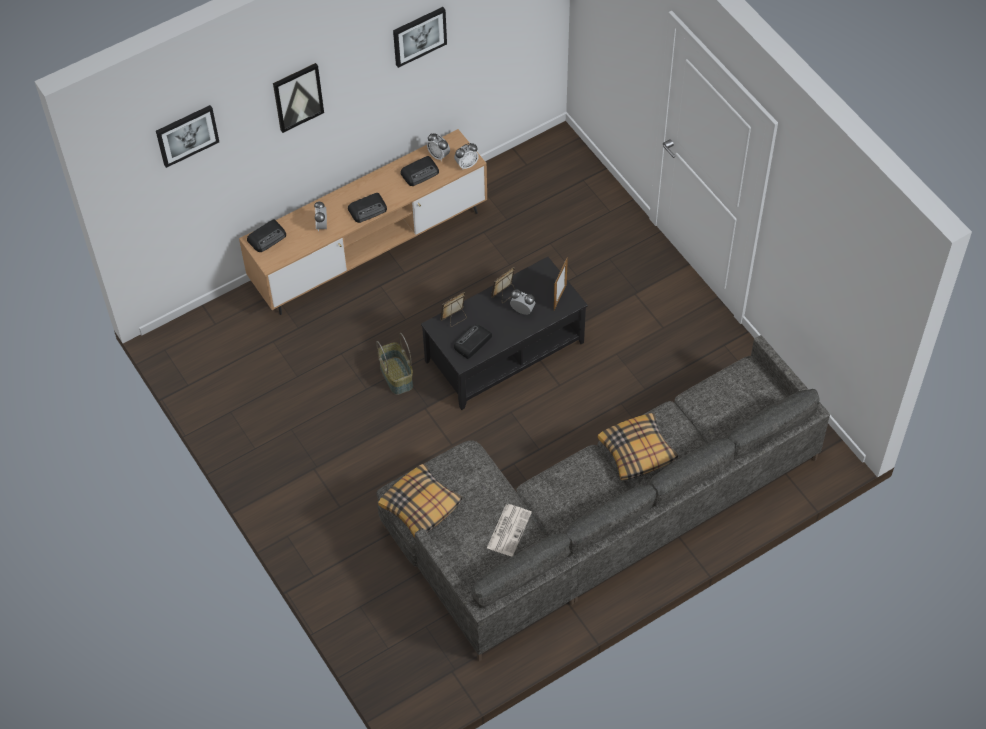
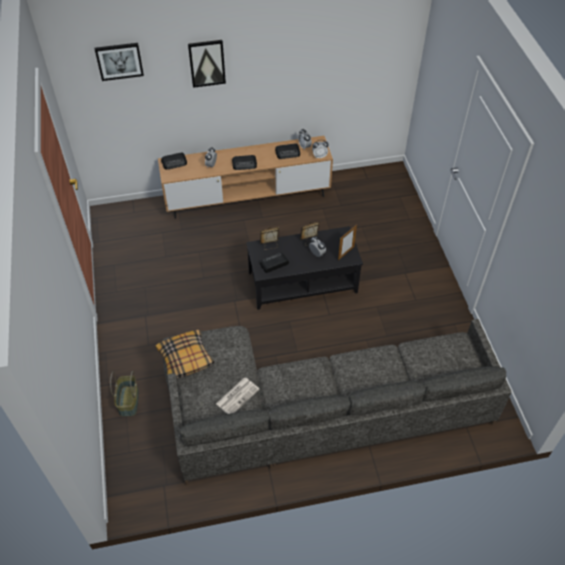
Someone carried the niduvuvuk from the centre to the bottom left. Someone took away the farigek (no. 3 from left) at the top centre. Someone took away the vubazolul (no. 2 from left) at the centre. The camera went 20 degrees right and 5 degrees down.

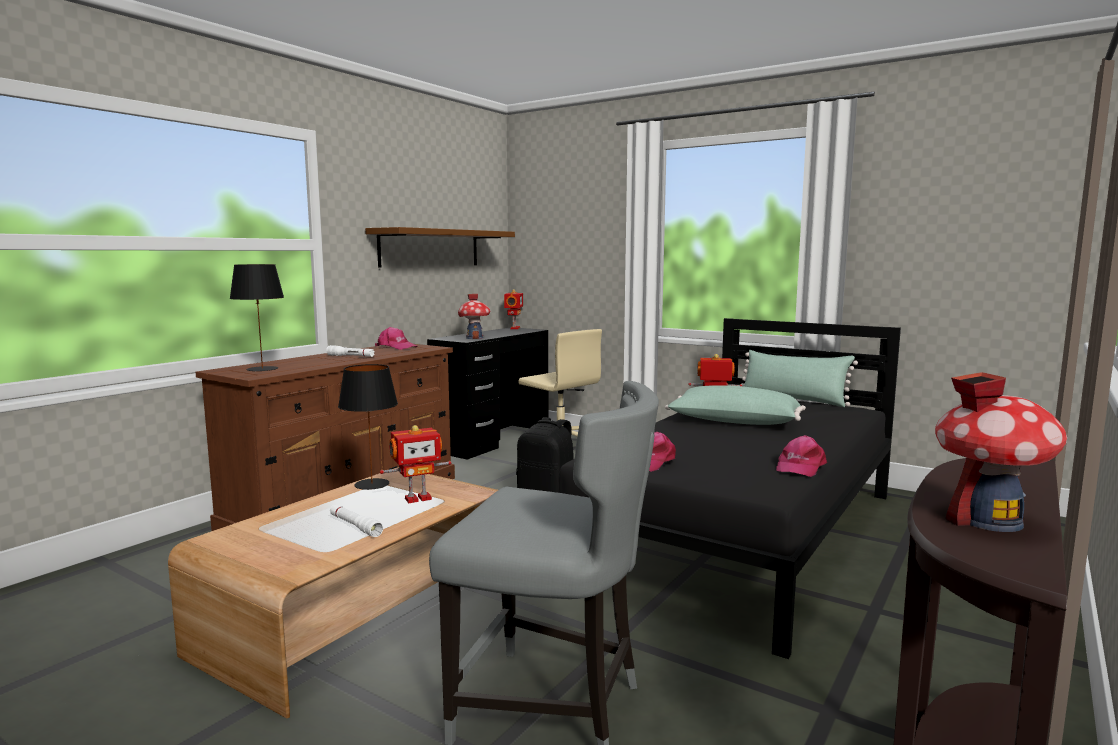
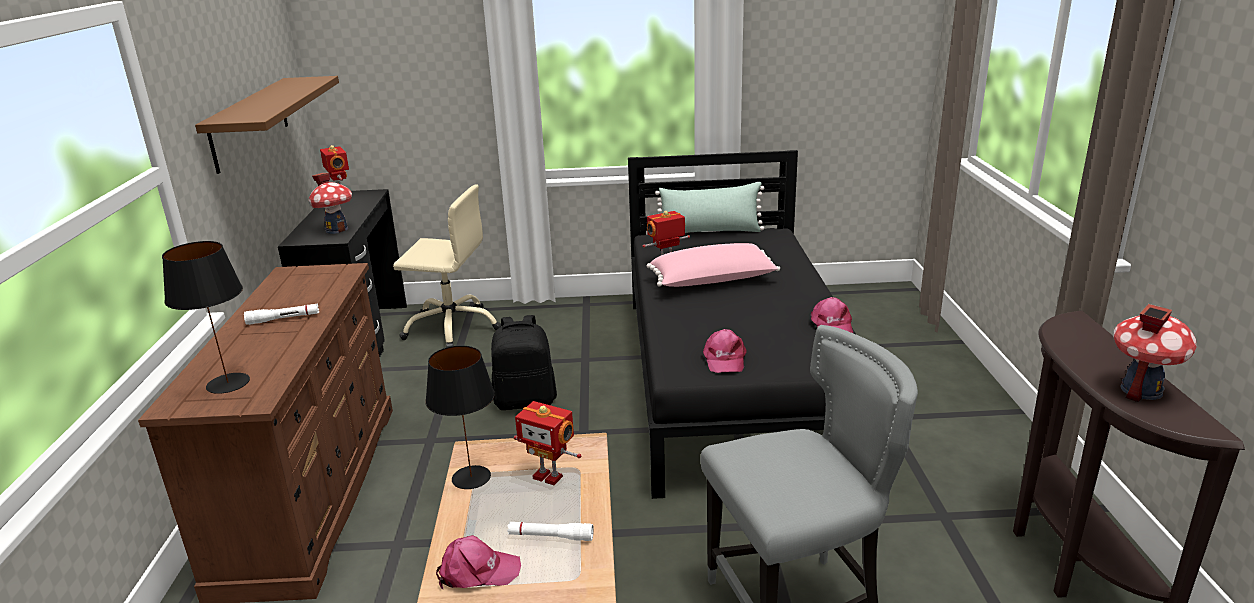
Someone carried the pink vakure (no. 1 from left) from the centre to the bottom centre. Someone rotated the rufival (no. 1 from left in the first image) at the centre by 90 degrees clockwise. Someone repainted the green vubazolul (no. 1 from left) at the centre, which became the pink vubazolul at the centre. The camera went 35 degrees left and 15 degrees up.

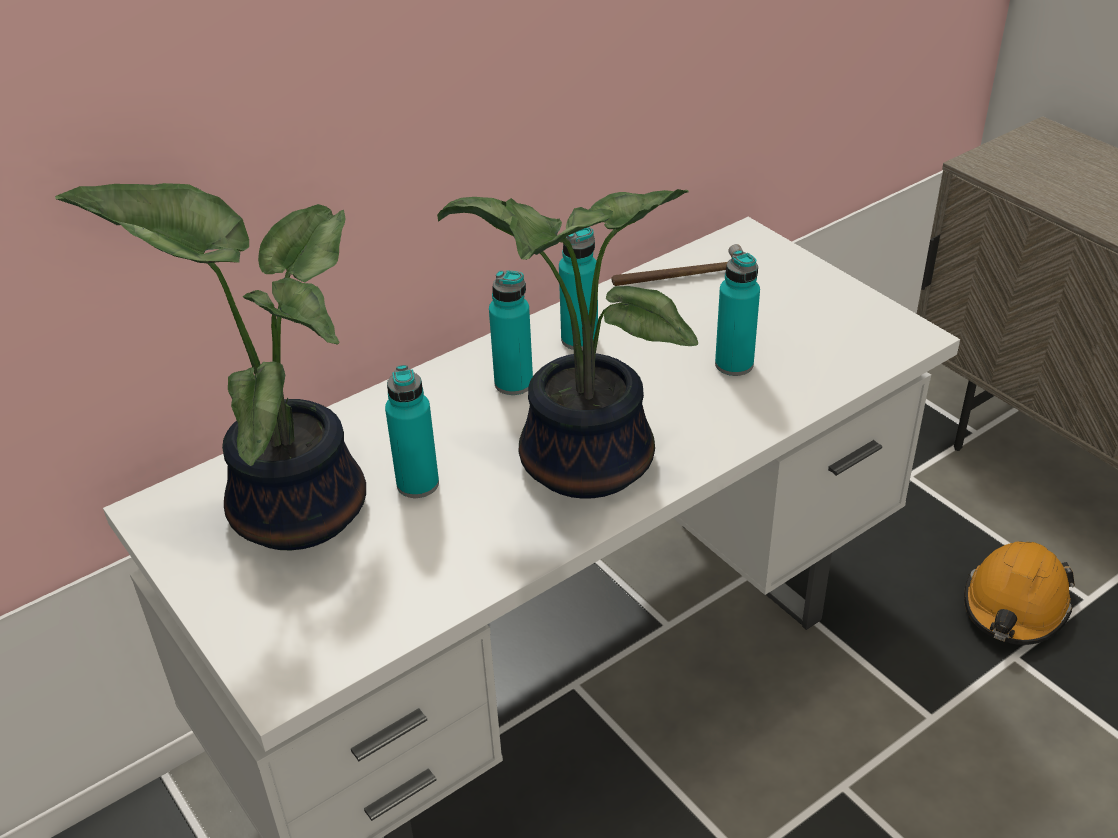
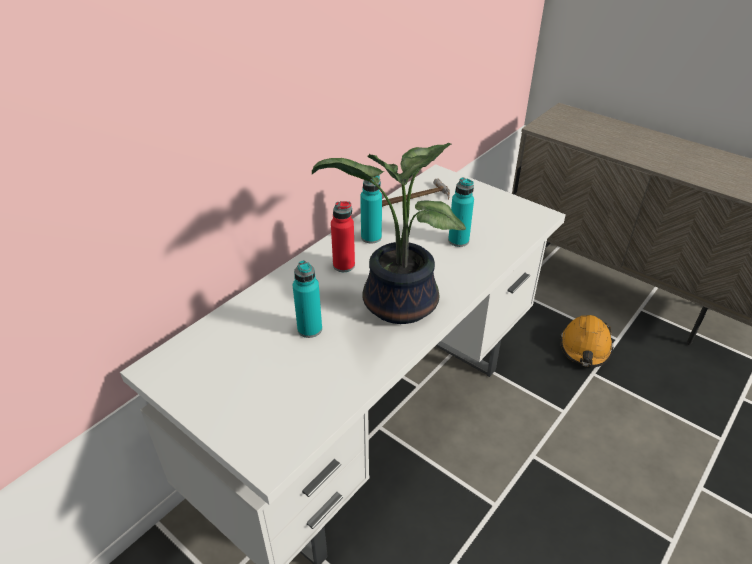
Someone repainted the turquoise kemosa (no. 2 from left) at the centre, which became the red kemosa at the centre. Someone took away the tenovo (no. 1 from left) at the middle left. The camera went 15 degrees left and 0 degrees up.

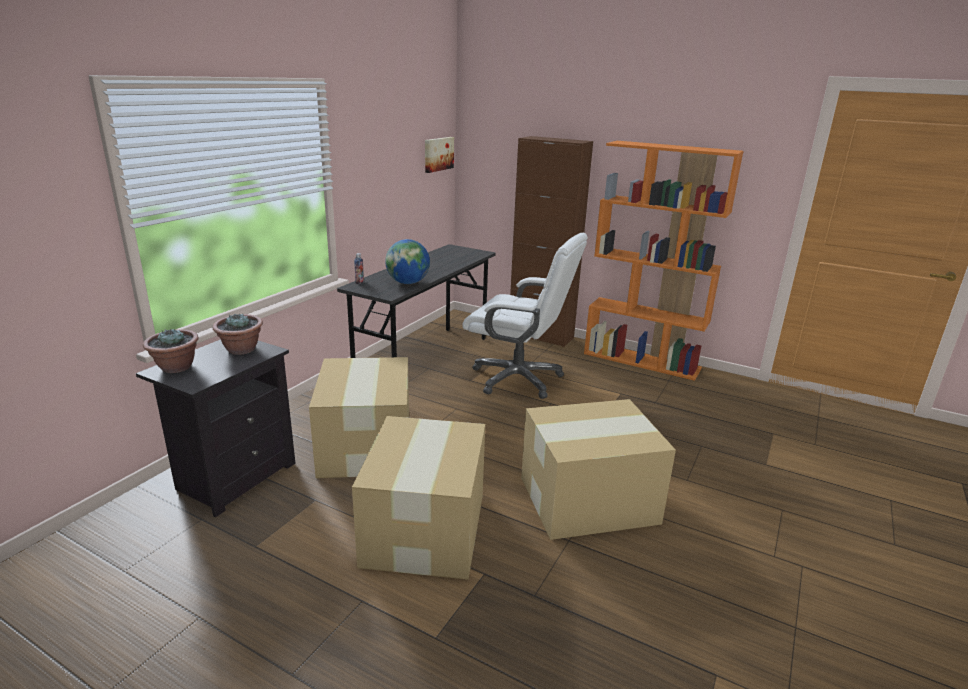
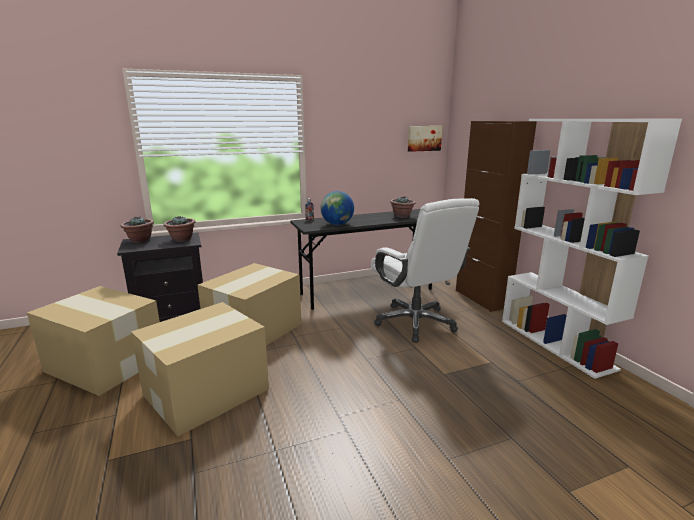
Someone carried the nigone (no. 3 from left in the first image) from the bottom centre to the middle left. Someone put down the tenovo (no. 3 from left) at the centre. Someone repainted the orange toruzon at the middle right, which became the white toruzon at the middle right. The camera went 40 degrees right and 5 degrees down.

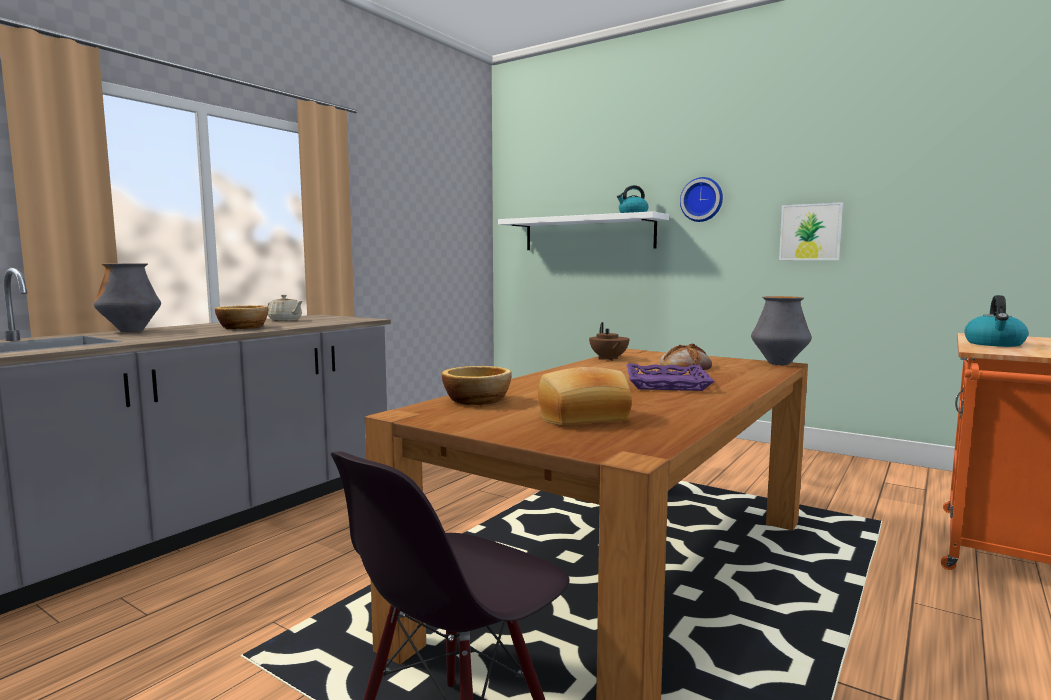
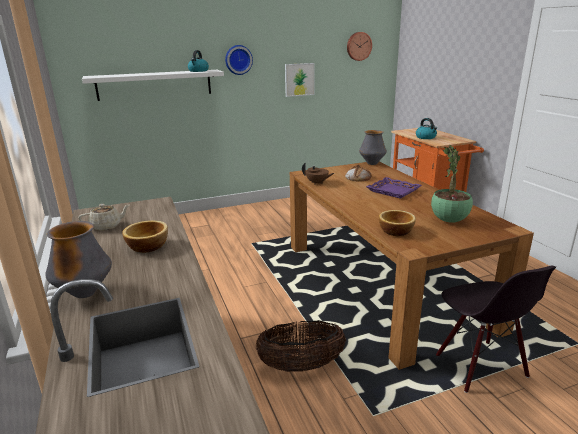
Someone put down the niduvuvuk at the bottom centre. Someone put up the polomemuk (no. 2 from left) at the top centre. Someone swapped the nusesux (no. 1 from left) at the centre for the tenovo at the middle right. The camera went 55 degrees left and 15 degrees up.

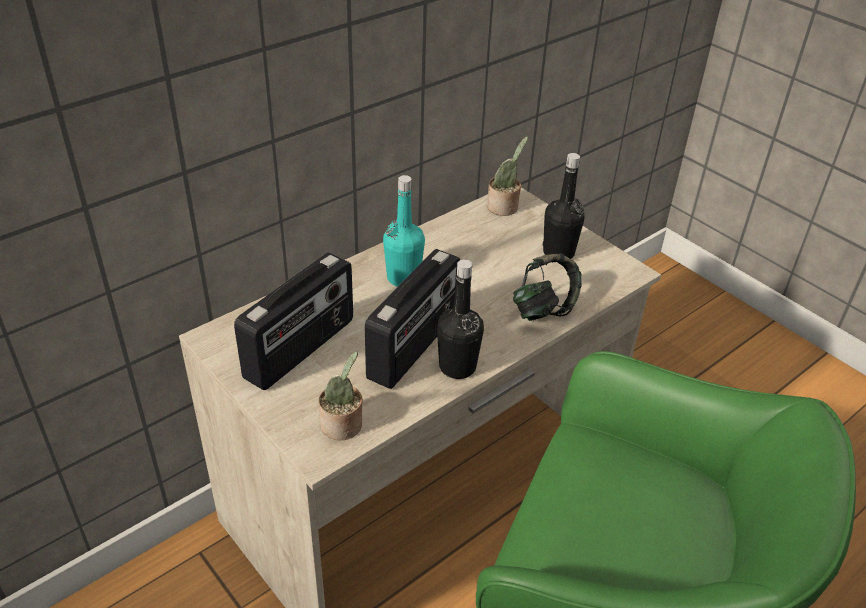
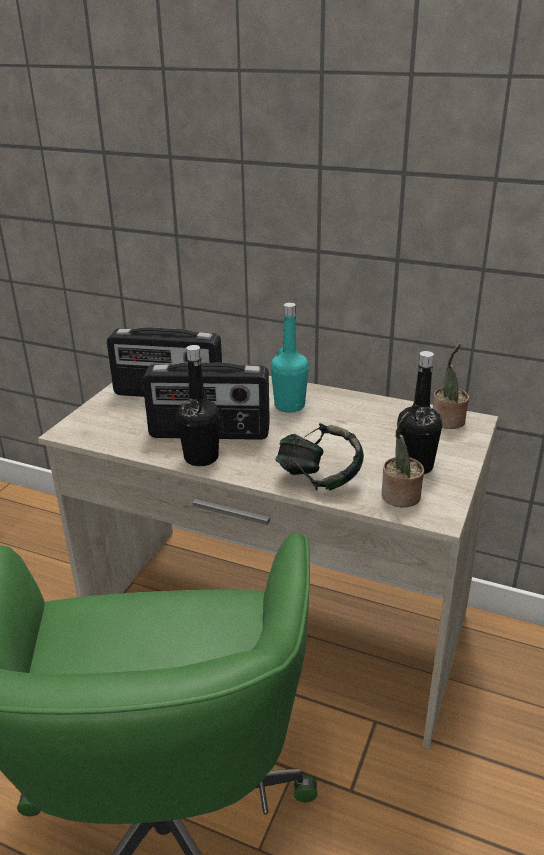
Someone carried the tenovo (no. 1 from left) from the centre to the middle right. The camera went 65 degrees right and 10 degrees down.

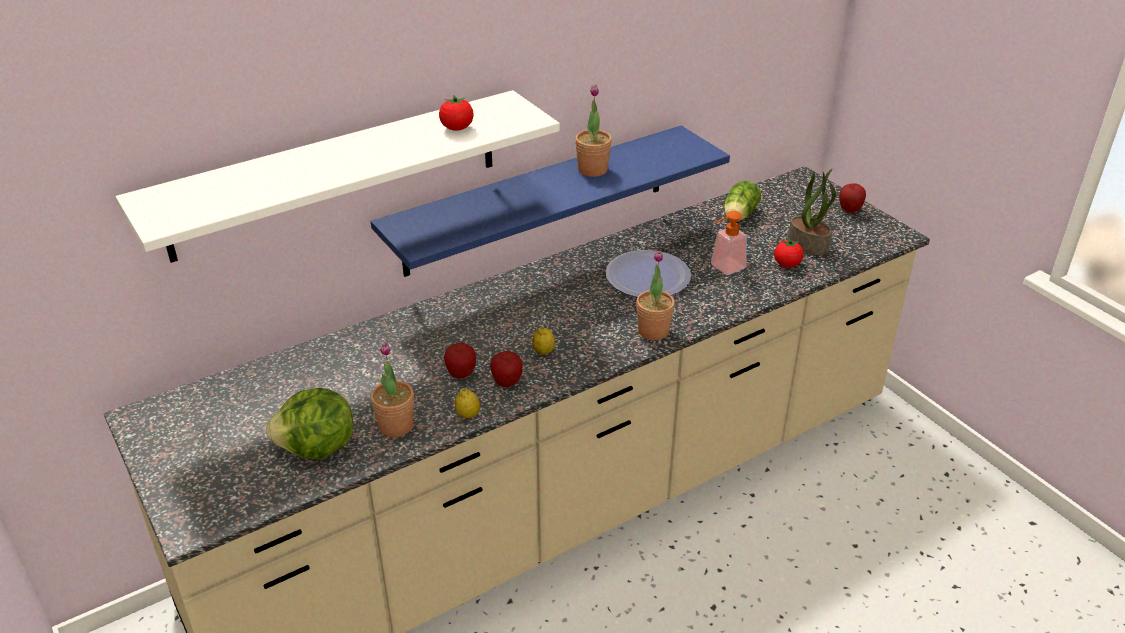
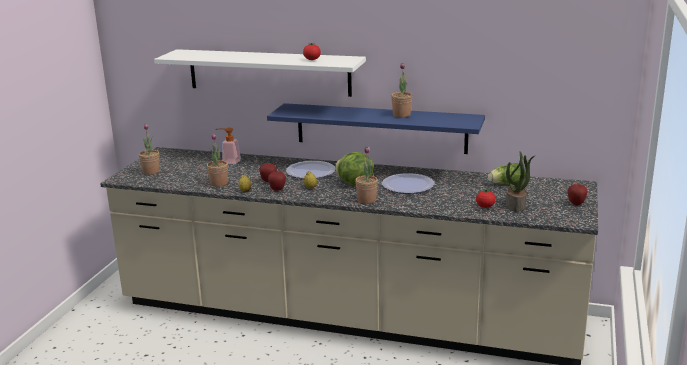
Someone put down the tenovo (no. 1 from left) at the middle left. Someone carried the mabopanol from the centre to the middle left. Someone put down the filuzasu (no. 1 from left) at the centre. Someone carried the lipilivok (no. 1 from left) from the bottom left to the centre. The camera went 50 degrees right and 15 degrees down.

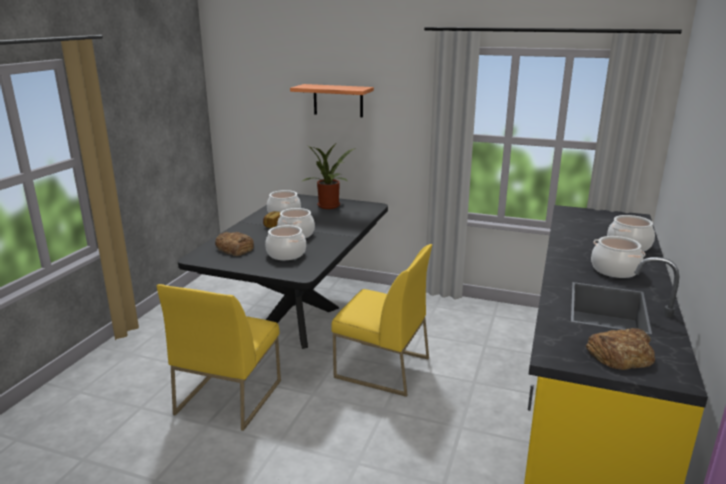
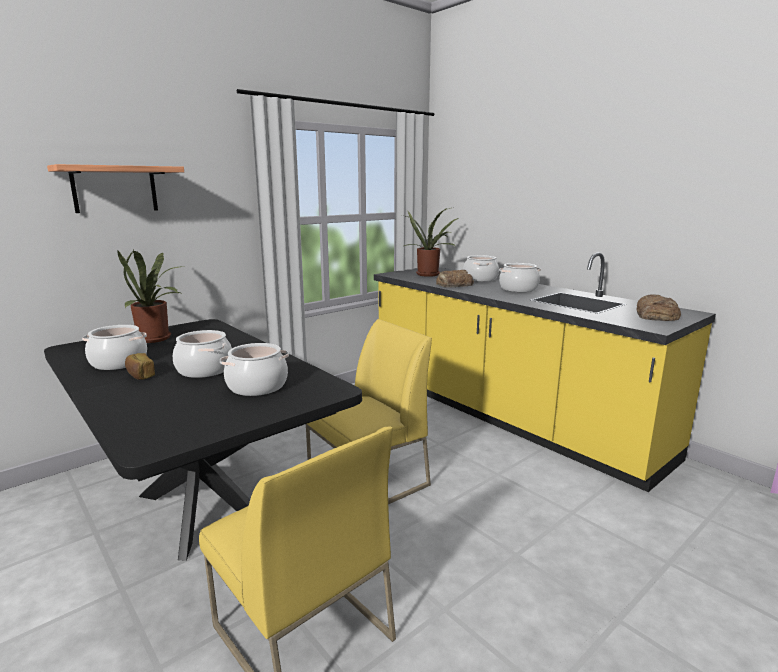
Someone put down the tenovo (no. 2 from left) at the centre. Someone carried the nusesux (no. 1 from left in the first image) from the middle left to the centre. The camera went 60 degrees left and 5 degrees down.

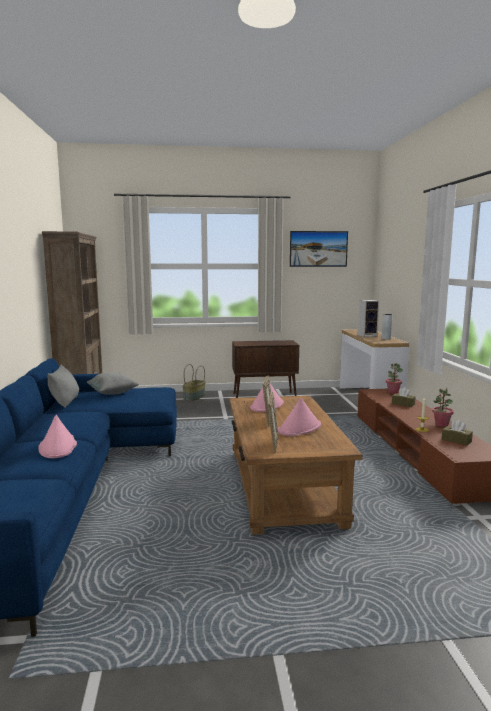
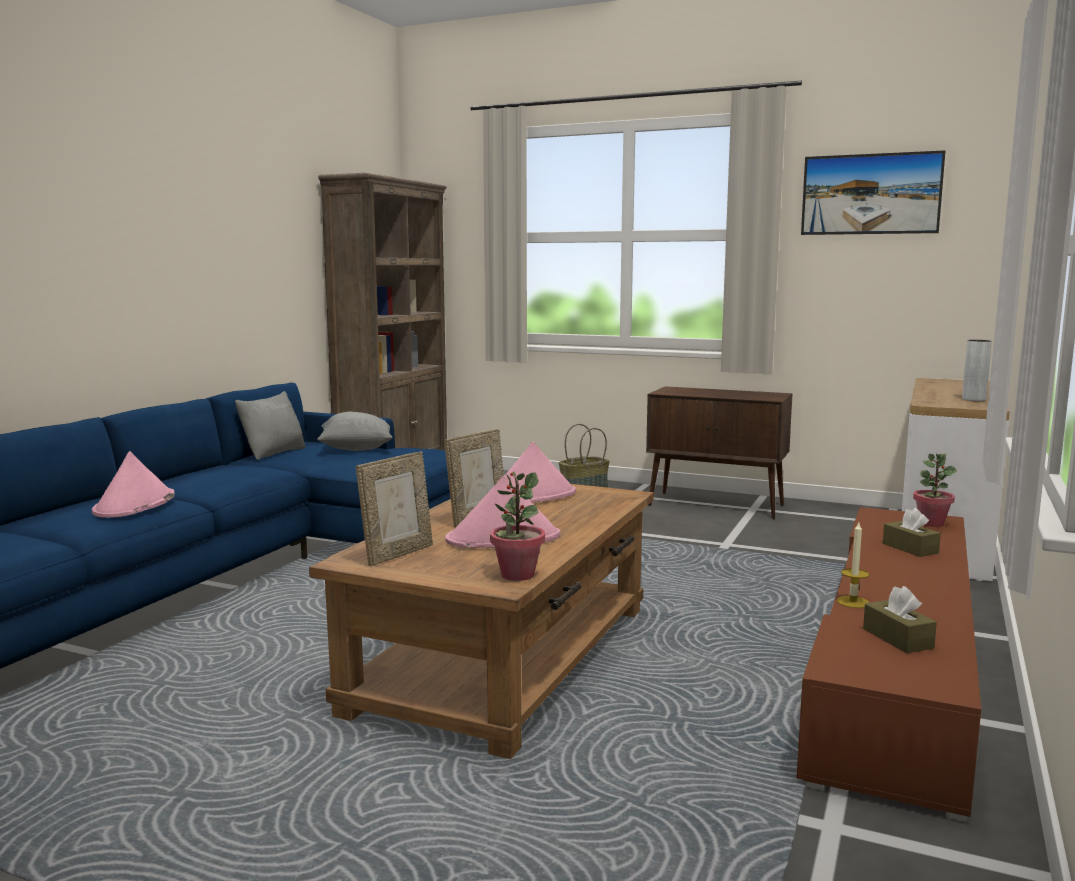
Someone carried the tenovo (no. 2 from left in the first image) from the middle right to the centre. Someone took away the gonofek at the middle right. The camera went 30 degrees right and 0 degrees up.

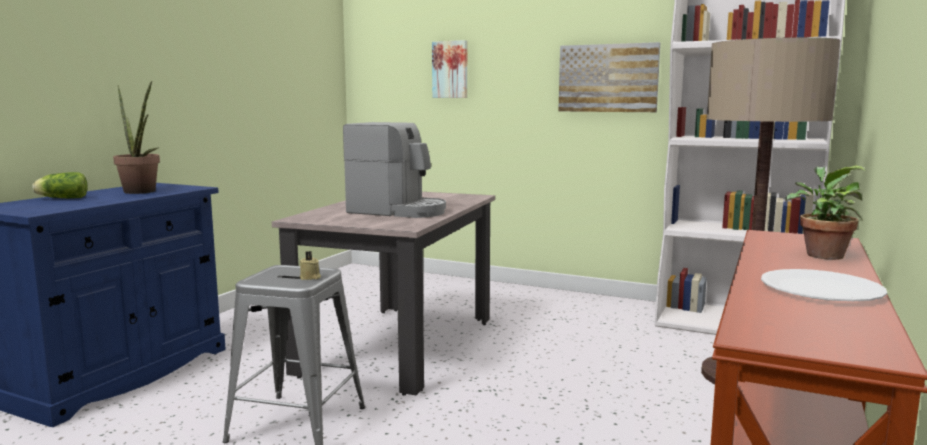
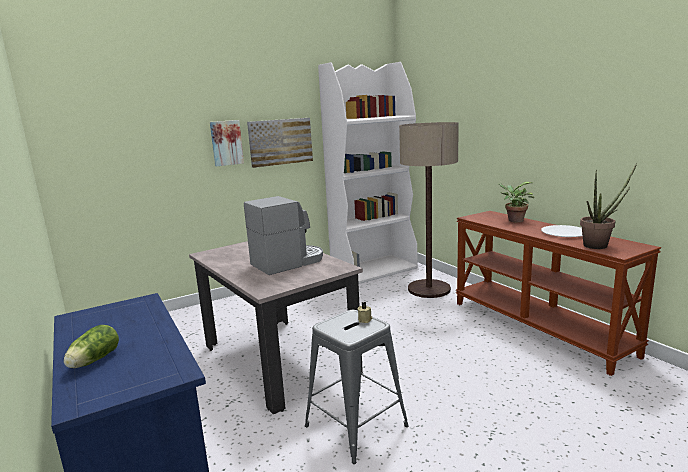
Someone carried the farigek (no. 1 from left) from the top centre to the top left. Someone carried the tenovo (no. 1 from left in the first image) from the top left to the middle right. The camera went 55 degrees left and 5 degrees up.

